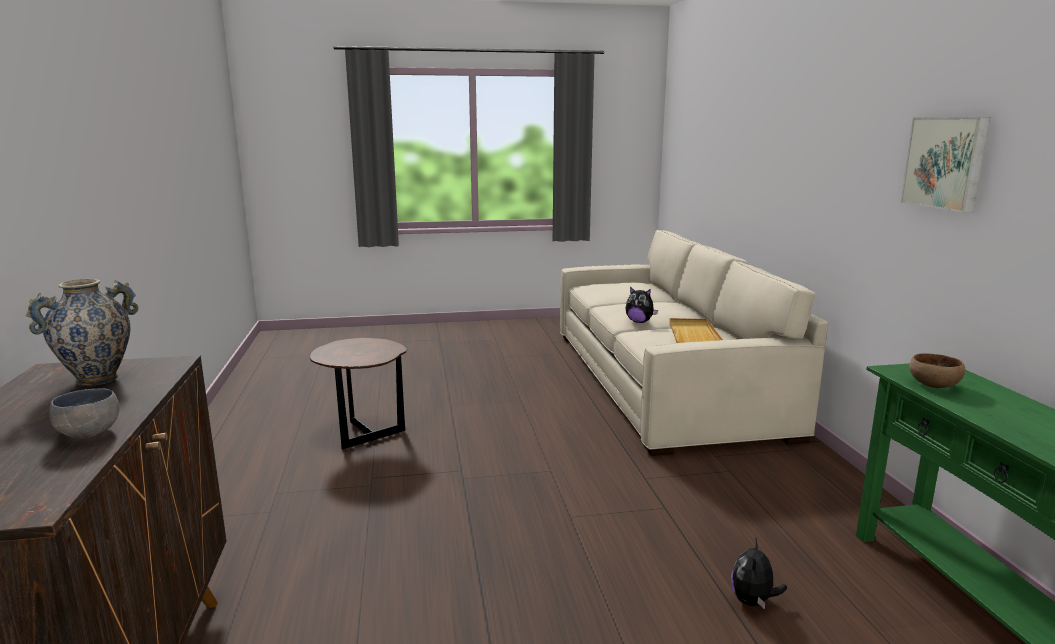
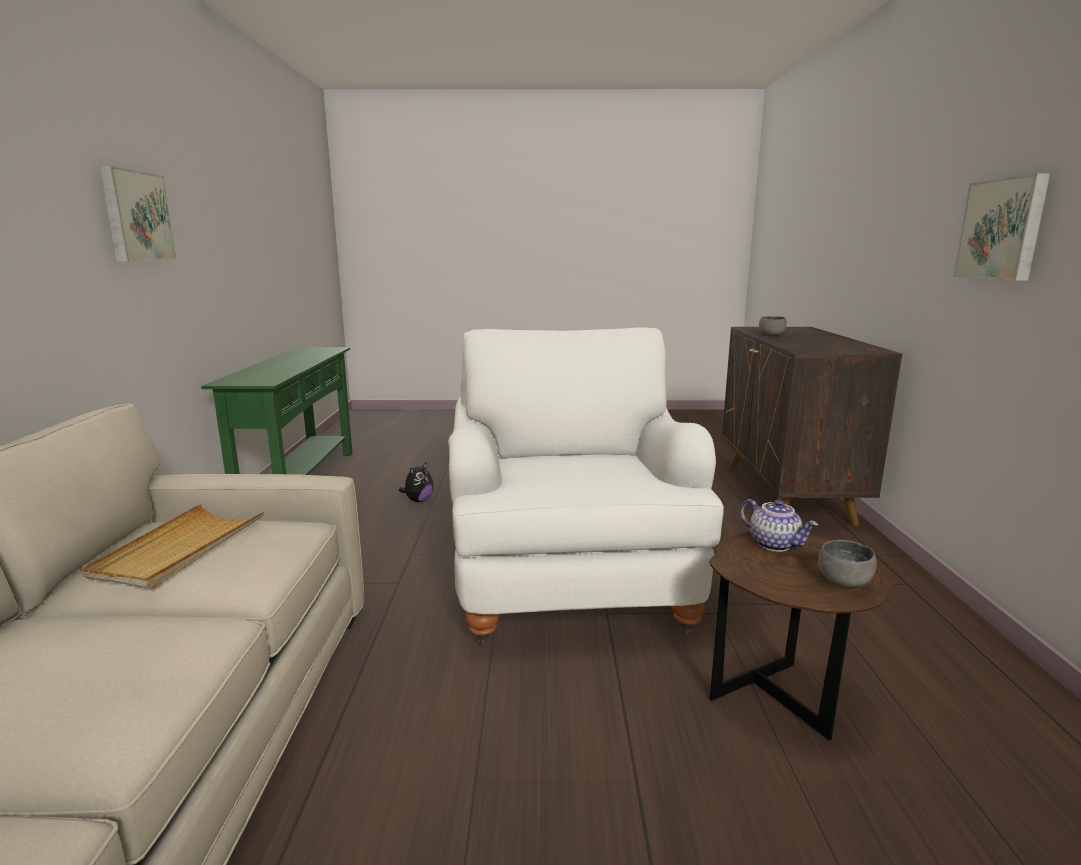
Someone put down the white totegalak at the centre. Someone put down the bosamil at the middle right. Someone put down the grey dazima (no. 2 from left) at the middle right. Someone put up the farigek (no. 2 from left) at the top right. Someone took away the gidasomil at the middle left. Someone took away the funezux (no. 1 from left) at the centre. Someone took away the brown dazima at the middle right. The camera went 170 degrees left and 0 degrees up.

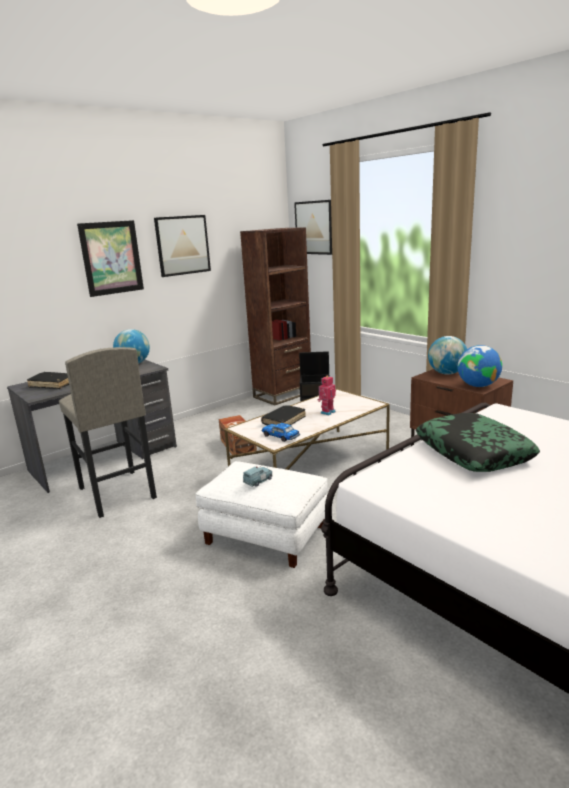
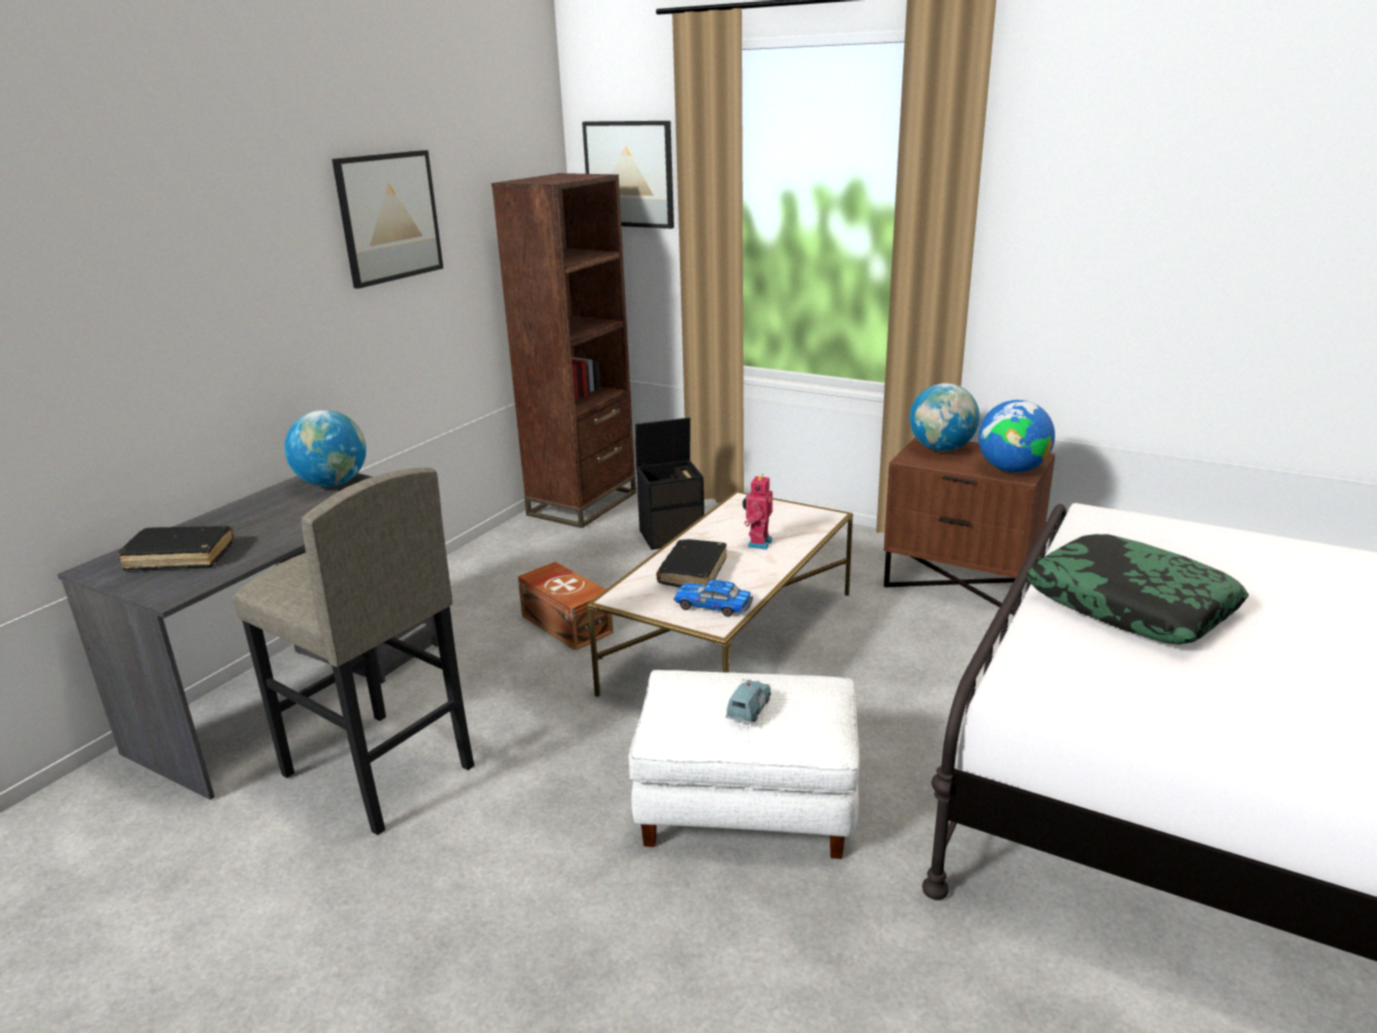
Someone took away the farigek (no. 1 from left) at the top left. The camera went 20 degrees left and 5 degrees up.

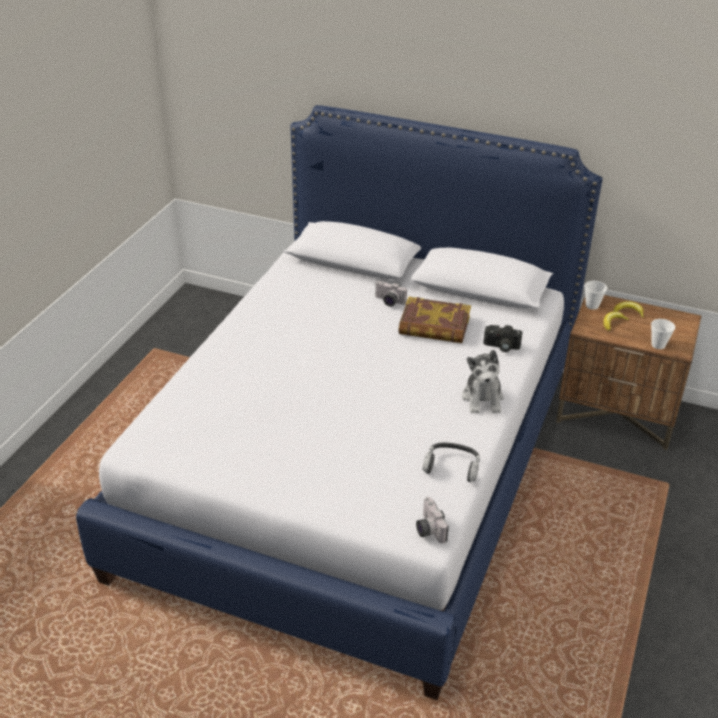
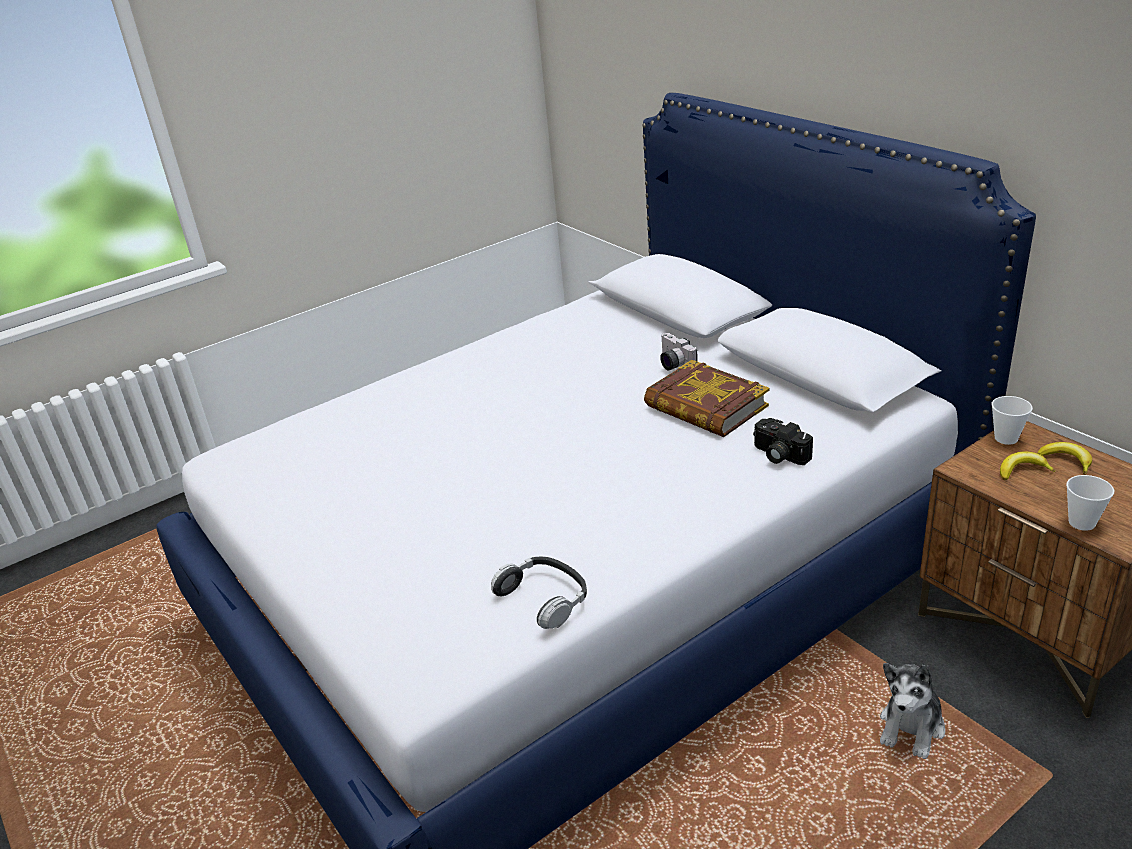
Someone carried the funezux from the middle right to the bottom right. Someone took away the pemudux (no. 2 from left) at the bottom centre. The camera went 35 degrees right and 5 degrees down.

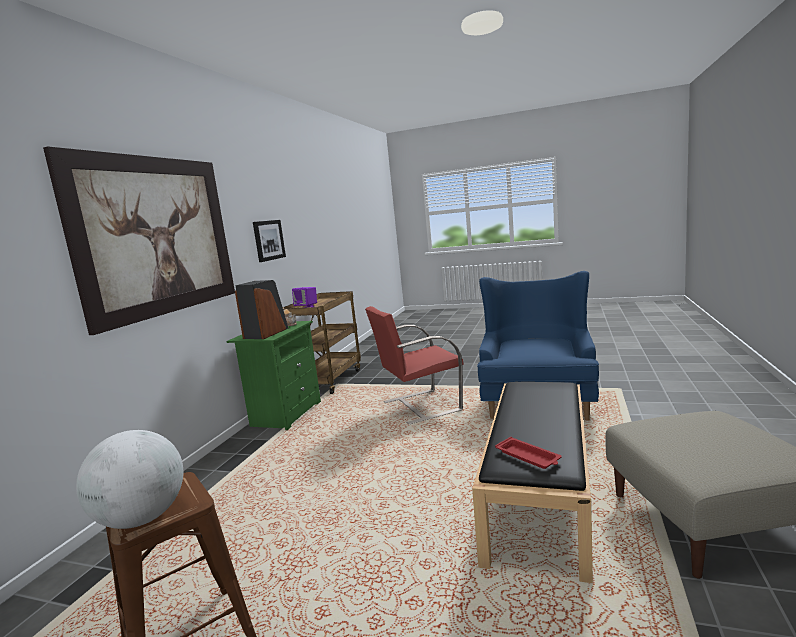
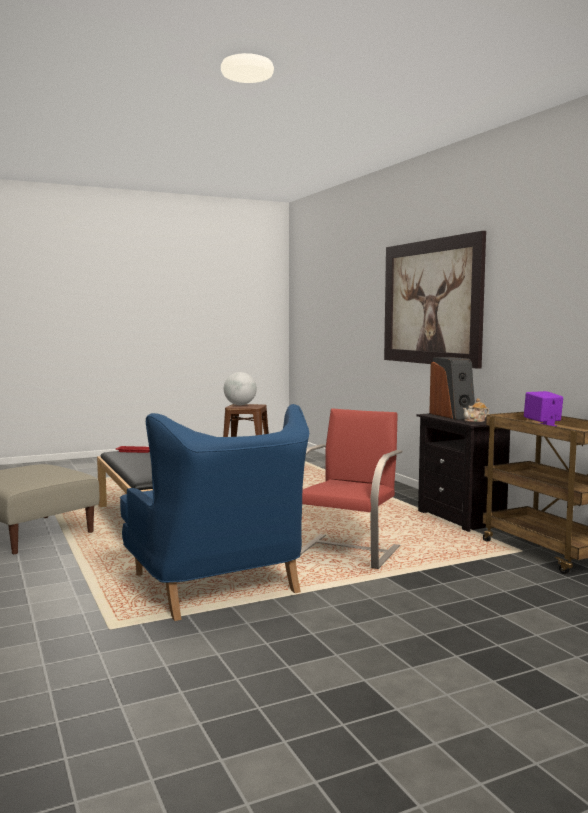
Someone repainted the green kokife at the centre, which became the black kokife at the middle right. Someone took away the farigek (no. 2 from left) at the centre. The camera went 135 degrees right and 5 degrees down.

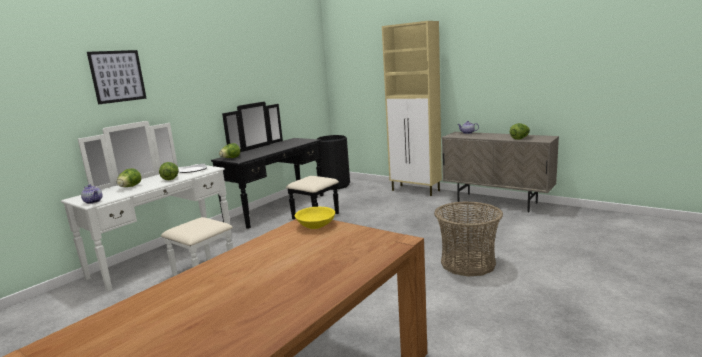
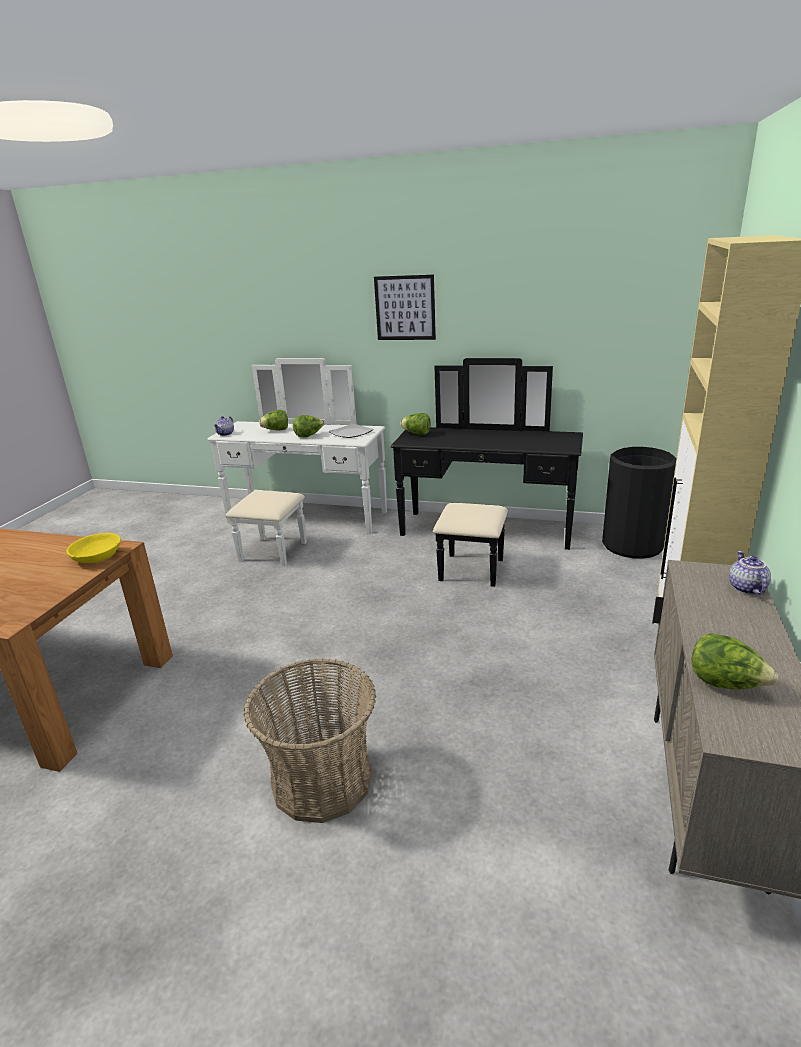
Someone carried the farigek from the top left to the top centre. The camera went 70 degrees right and 10 degrees up.

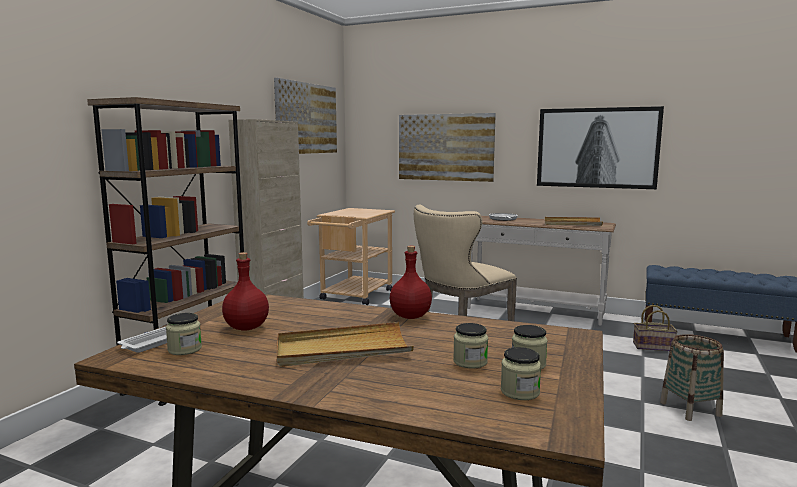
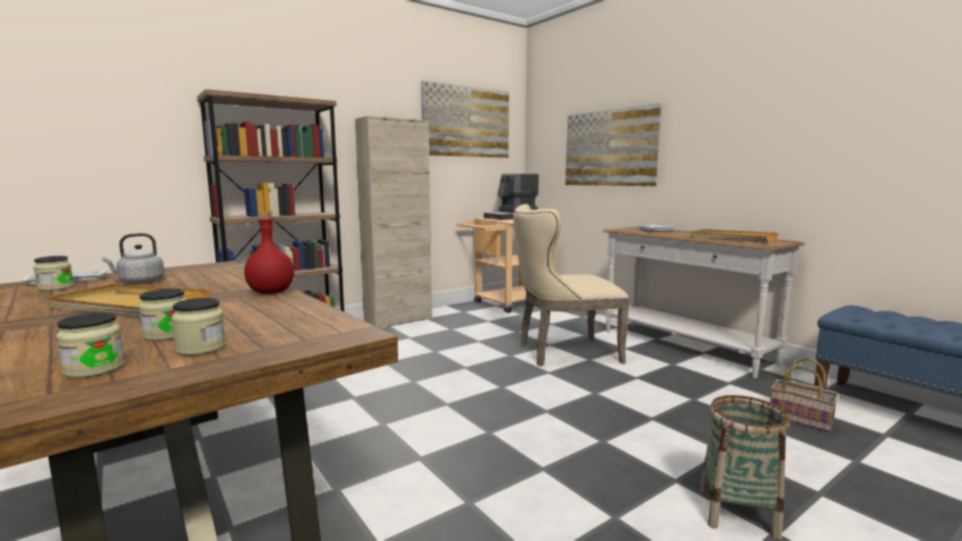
Someone swapped the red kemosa (no. 1 from left) at the middle left for the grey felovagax at the middle left. Someone put down the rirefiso at the centre. Someone took away the farigek (no. 3 from left) at the top right. The camera went 30 degrees right and 0 degrees up.

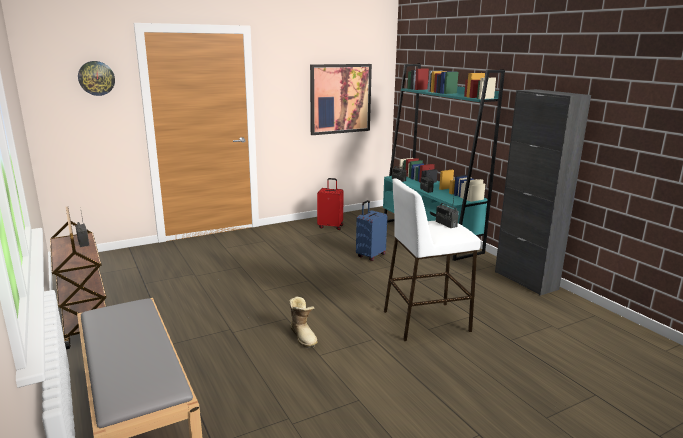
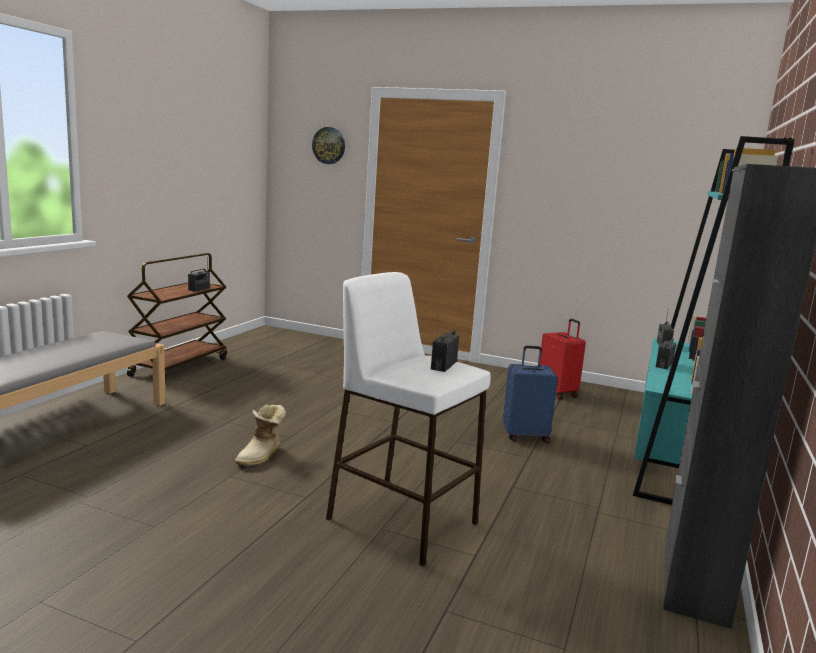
Someone took away the farigek at the top centre. The camera went 50 degrees right and 5 degrees down.

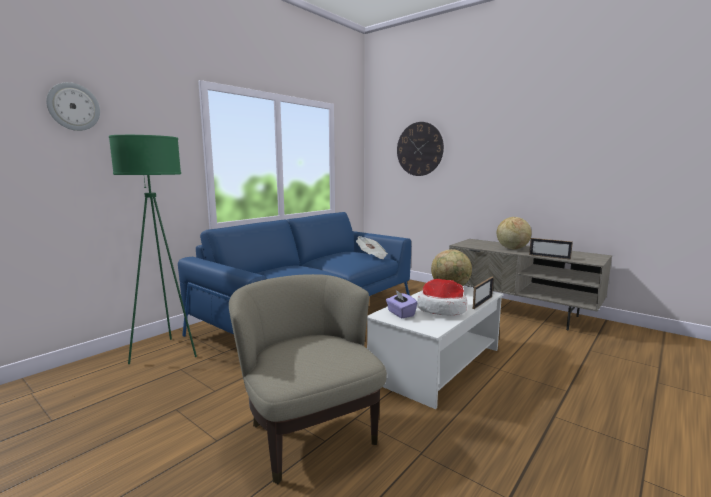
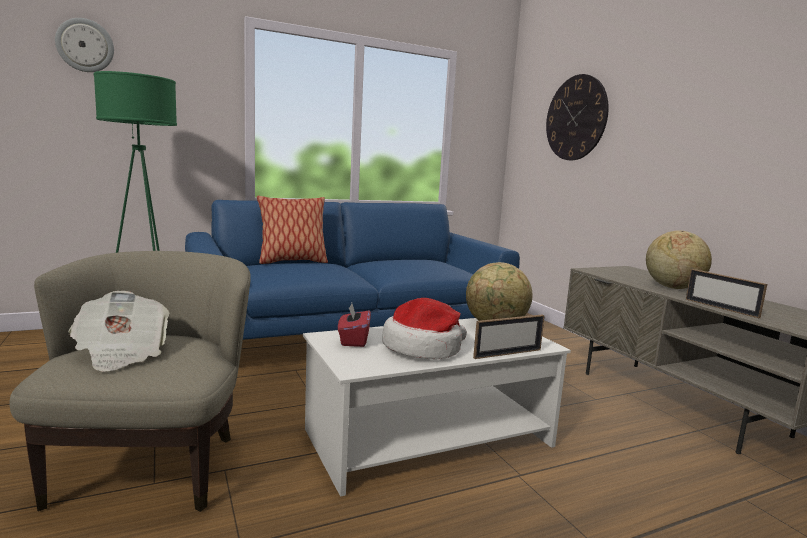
Someone carried the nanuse from the centre to the middle left. Someone put down the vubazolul at the centre. Someone repainted the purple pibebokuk at the centre, which became the red pibebokuk at the centre. The camera went 25 degrees right and 0 degrees up.

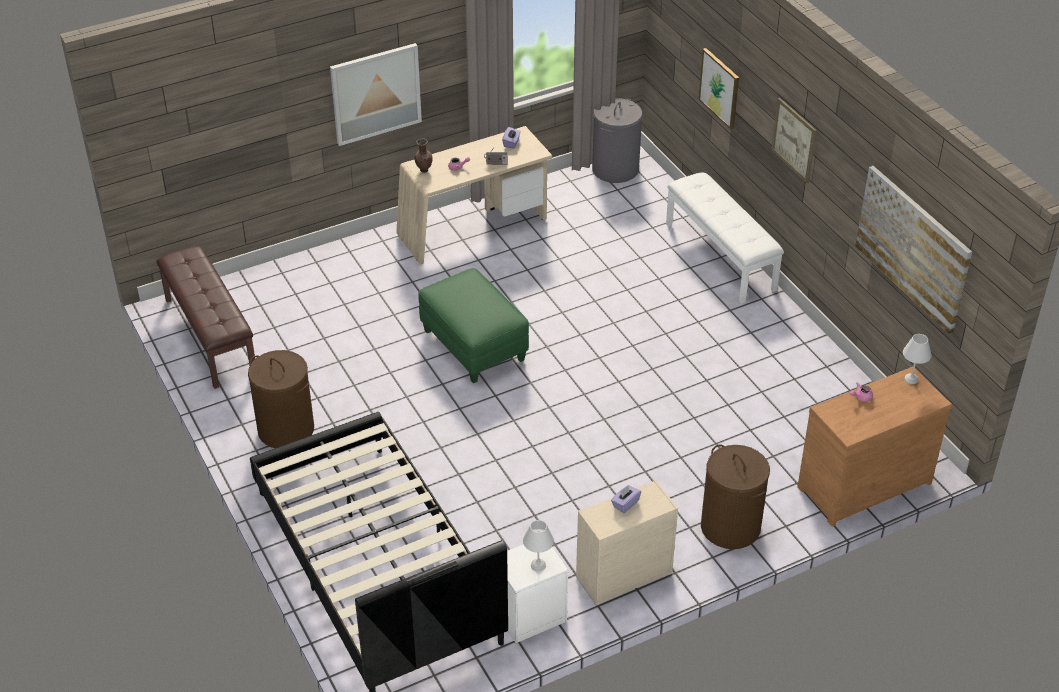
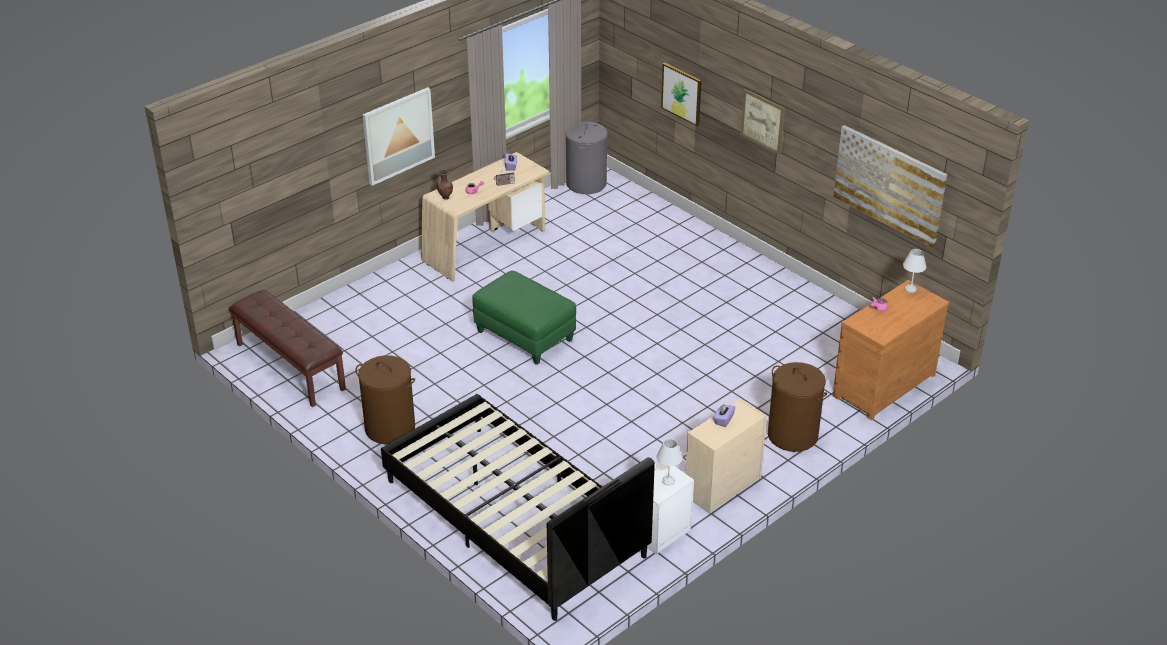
Someone took away the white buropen at the middle right. The camera went 15 degrees left and 5 degrees down.

